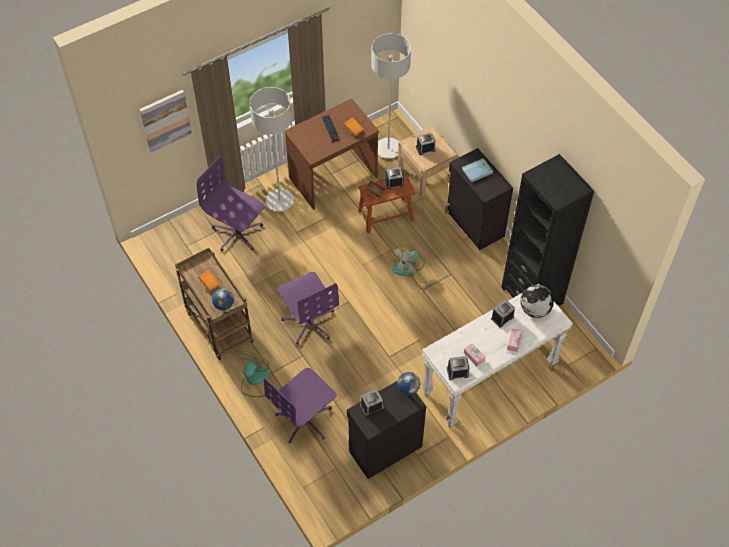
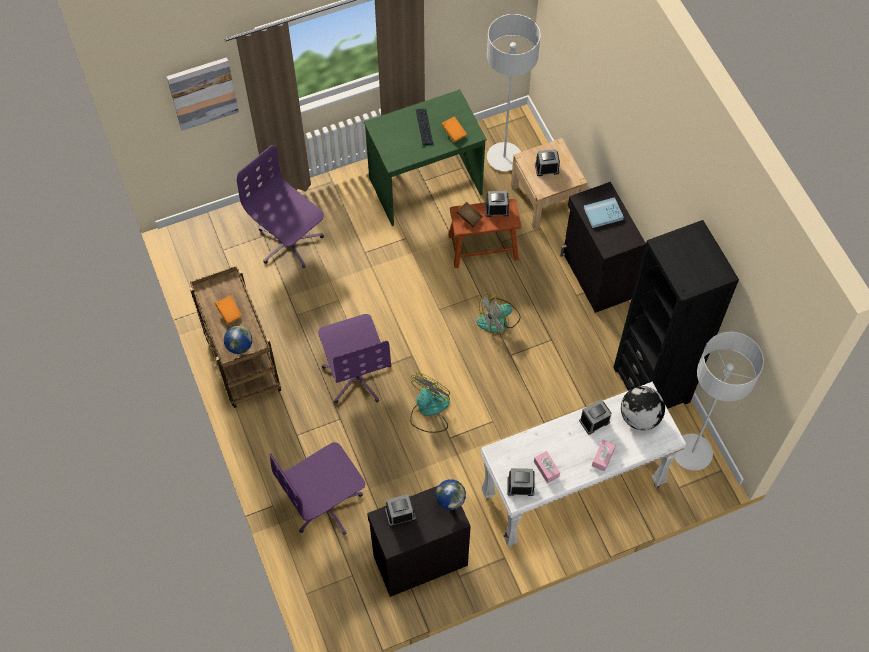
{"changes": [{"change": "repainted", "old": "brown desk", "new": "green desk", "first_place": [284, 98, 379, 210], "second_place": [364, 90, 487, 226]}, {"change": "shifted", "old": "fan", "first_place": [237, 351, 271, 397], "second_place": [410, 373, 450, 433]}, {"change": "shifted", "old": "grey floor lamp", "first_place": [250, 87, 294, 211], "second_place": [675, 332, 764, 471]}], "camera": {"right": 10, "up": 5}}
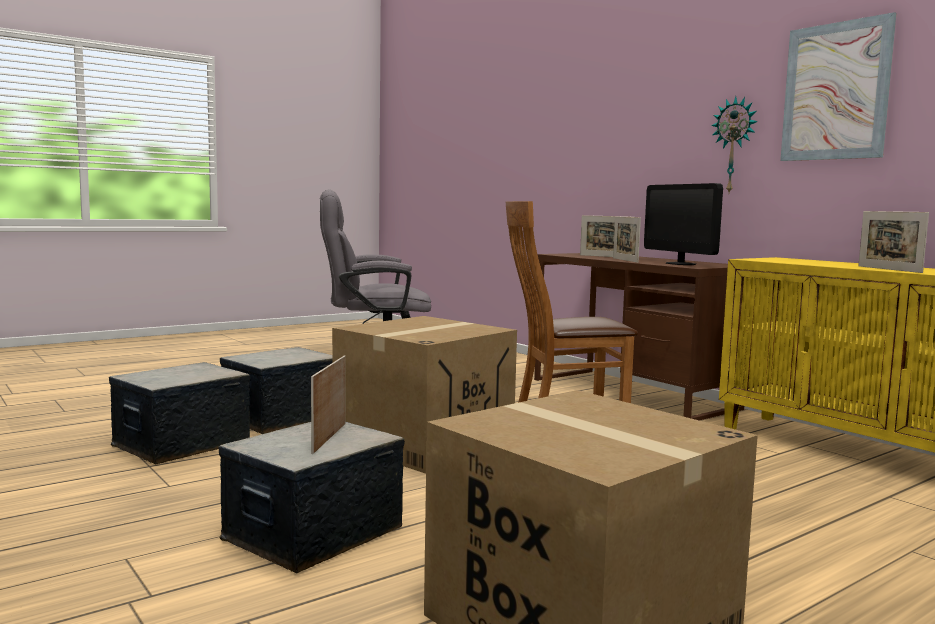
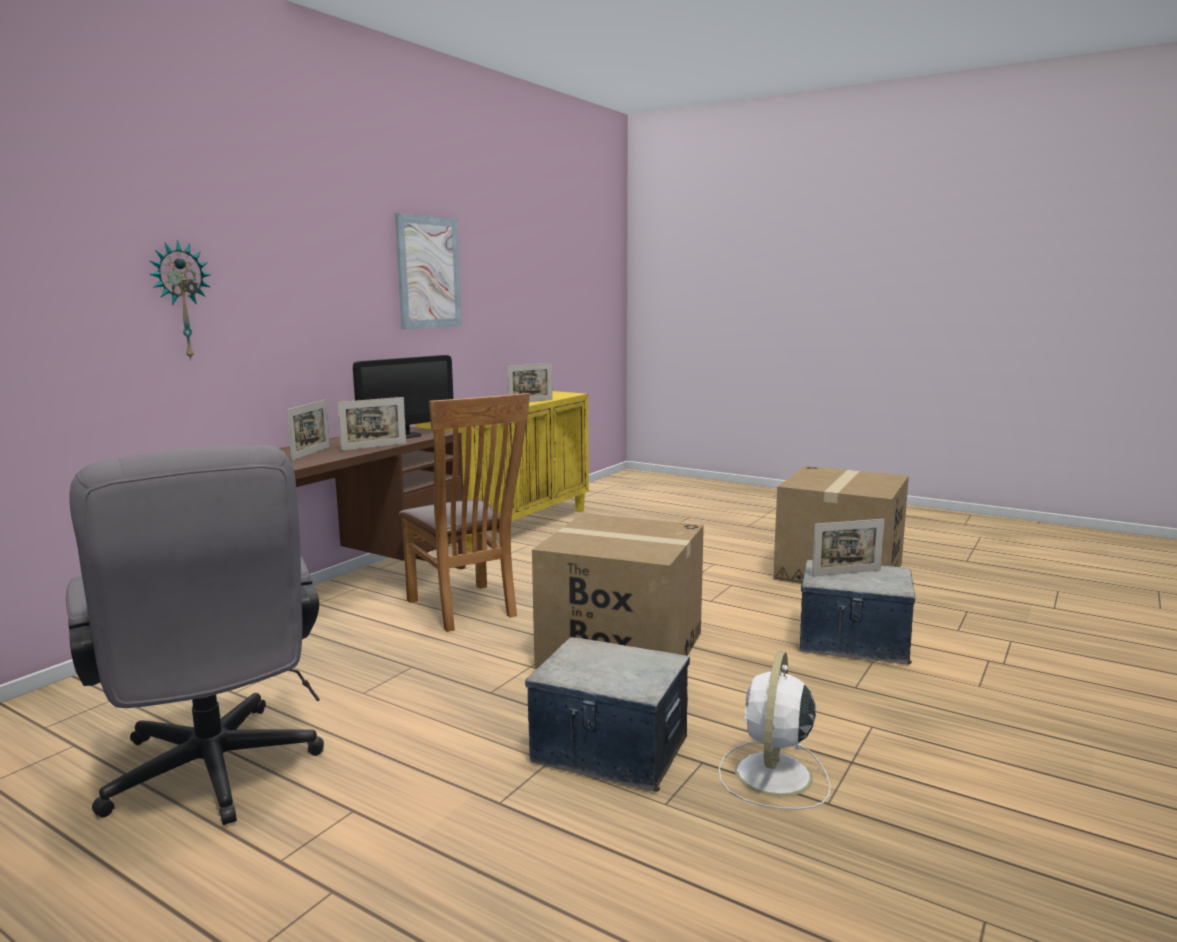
{"changes": [{"change": "shifted", "old": "wall clock", "first_place": [711, 96, 758, 193], "second_place": [149, 240, 211, 361]}, {"change": "swapped", "old": "storage box", "new": "white fan", "first_place": [109, 362, 250, 464], "second_place": [719, 651, 831, 810]}], "camera": {"right": -110, "up": 5}}
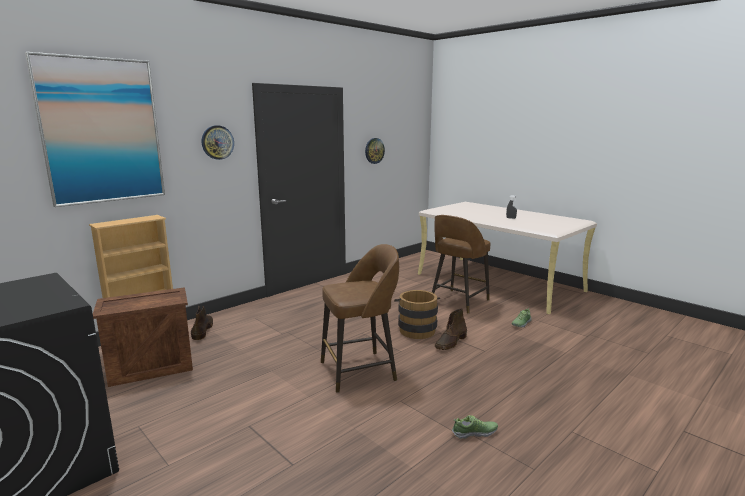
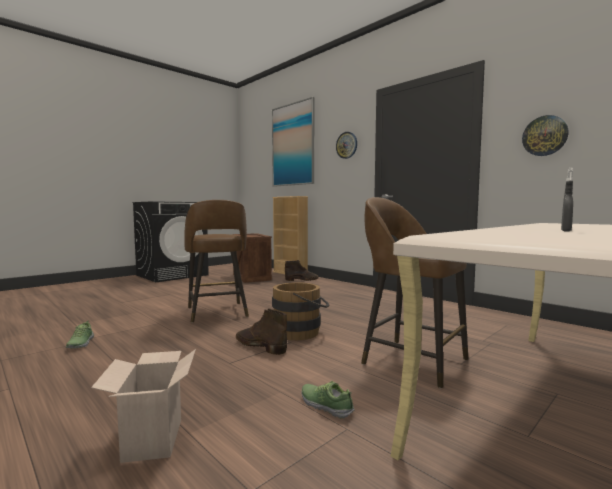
{"changes": [{"change": "new", "new": "cardboard box", "second_place": [91, 349, 196, 463]}], "camera": {"right": 90, "up": -10}}
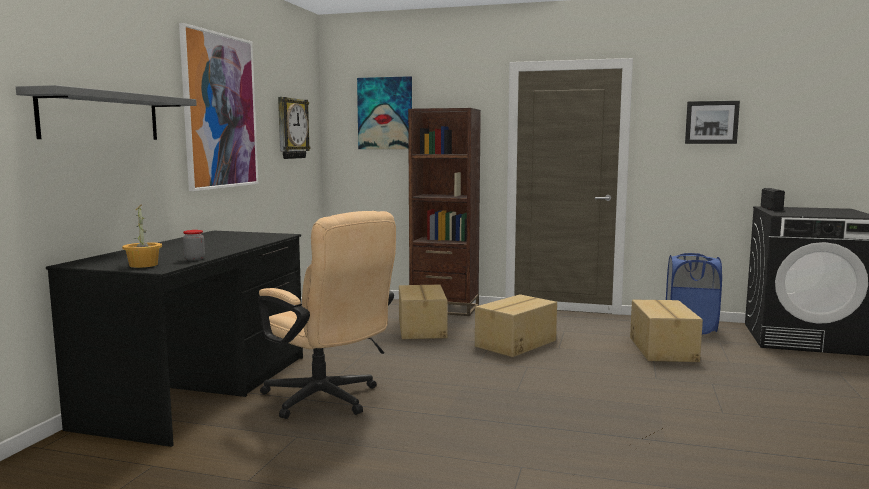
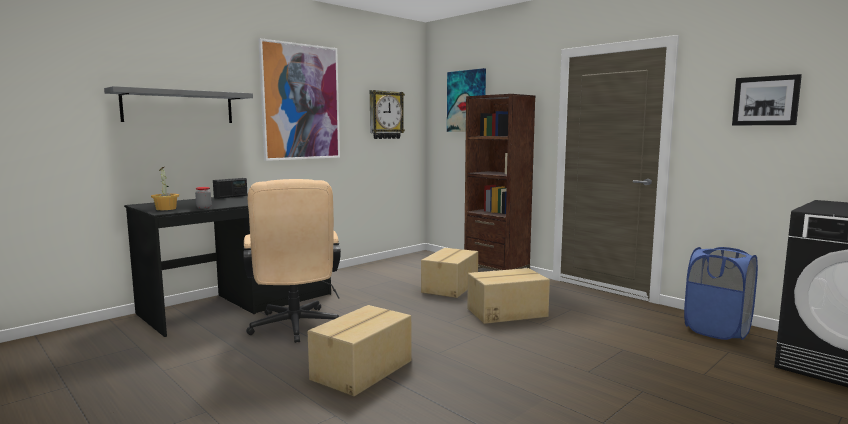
{"changes": [{"change": "shifted", "old": "radio", "first_place": [761, 188, 785, 211], "second_place": [213, 178, 247, 199]}, {"change": "shifted", "old": "cardboard box", "first_place": [630, 300, 703, 362], "second_place": [308, 305, 412, 396]}], "camera": {"right": 30, "up": 0}}
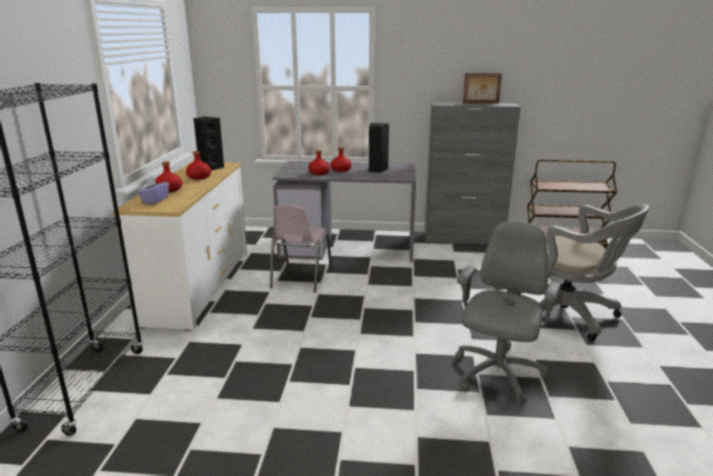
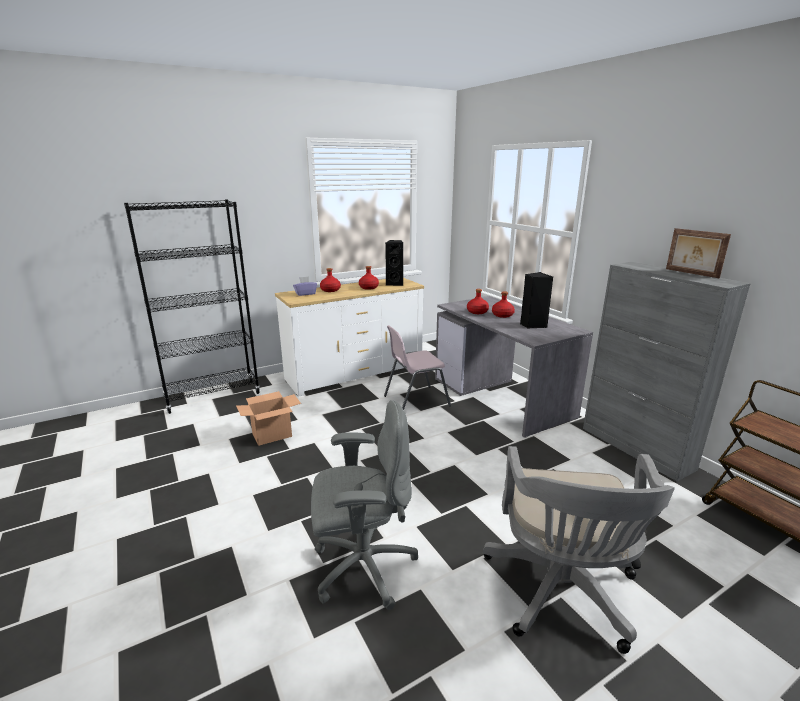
{"changes": [{"change": "new", "new": "cardboard box", "second_place": [236, 391, 301, 446]}], "camera": {"right": 55, "up": 0}}
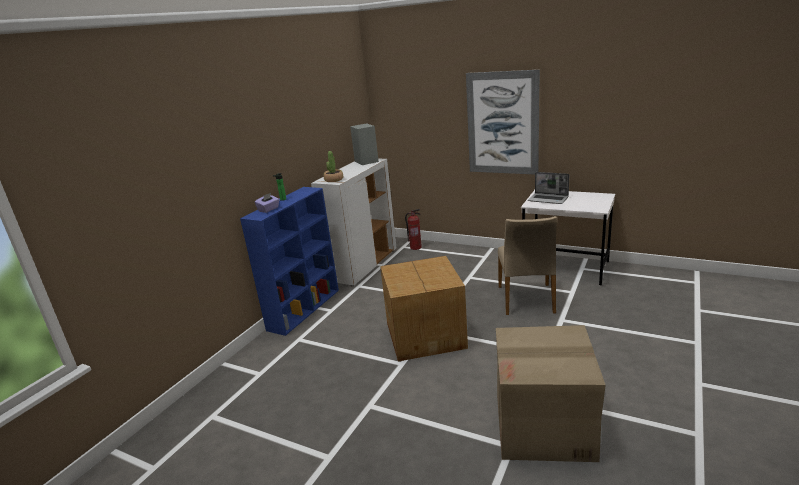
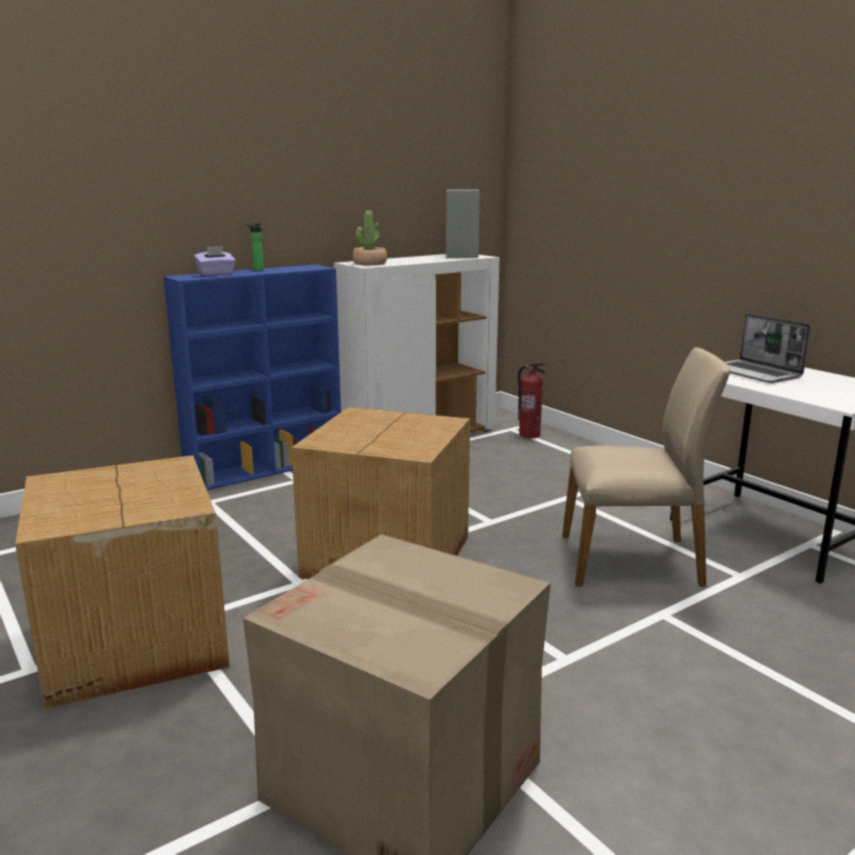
{"changes": [{"change": "new", "new": "cardboard box", "second_place": [15, 455, 230, 709]}, {"change": "rotated", "old": "beige chair", "first_place": [498, 216, 557, 315], "second_place": [562, 348, 731, 587], "degrees": -120}, {"change": "gone", "old": "picture", "first_place": [466, 70, 540, 175]}], "camera": {"right": 25, "up": -5}}
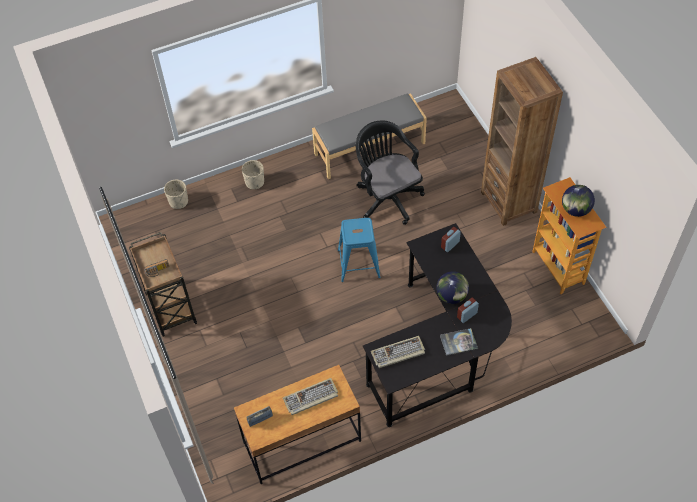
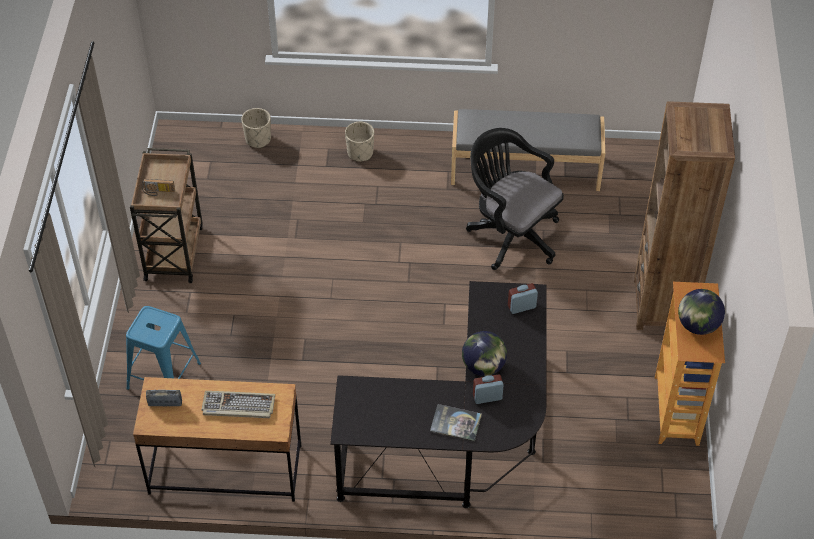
{"changes": [{"change": "shifted", "old": "blue stool", "first_place": [338, 218, 380, 282], "second_place": [126, 306, 201, 390]}, {"change": "rotated", "old": "black office chair", "first_place": [356, 120, 425, 225], "second_place": [466, 128, 564, 270], "degrees": -45}, {"change": "gone", "old": "keyboard", "first_place": [371, 336, 425, 368]}], "camera": {"right": 25, "up": -5}}
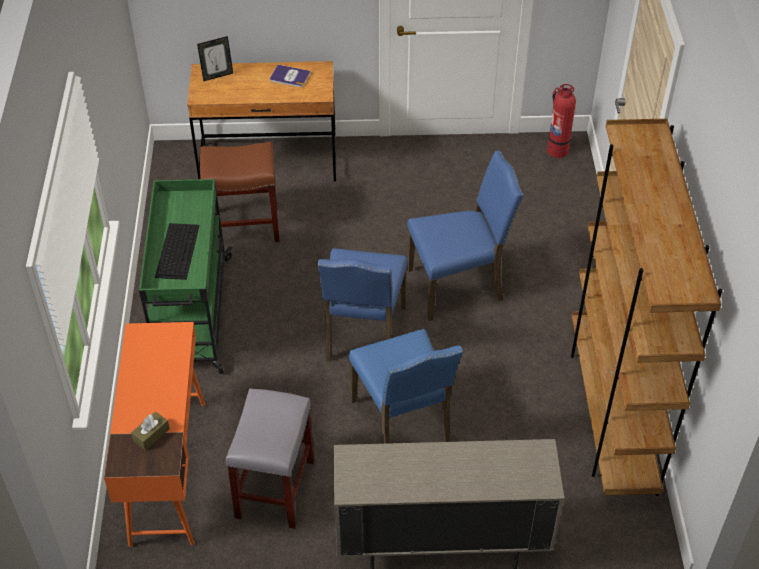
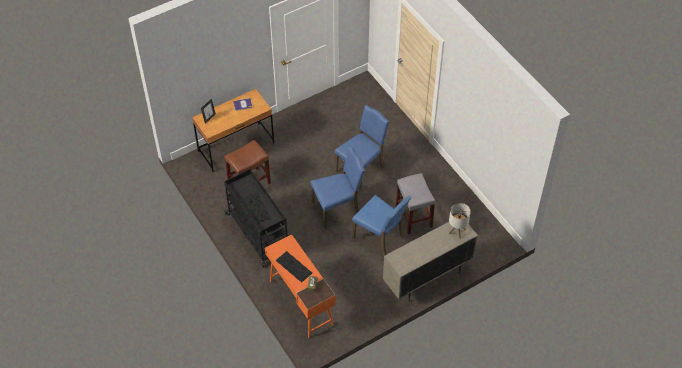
{"changes": [{"change": "repainted", "old": "green cart", "new": "black cart", "first_place": [139, 179, 232, 374], "second_place": [224, 169, 288, 268]}, {"change": "new", "new": "keyboard", "second_place": [275, 251, 312, 283]}, {"change": "rotated", "old": "blue chair", "first_place": [317, 248, 408, 362], "second_place": [311, 147, 365, 228], "degrees": -90}, {"change": "shifted", "old": "grey stool", "first_place": [226, 388, 315, 529], "second_place": [395, 173, 435, 234]}, {"change": "new", "new": "table lamp", "second_place": [449, 203, 471, 239]}, {"change": "gone", "old": "fire extinguisher", "first_place": [547, 84, 576, 158]}, {"change": "gone", "old": "brown bookcase", "first_place": [571, 119, 723, 496]}], "camera": {"right": -30, "up": 5}}
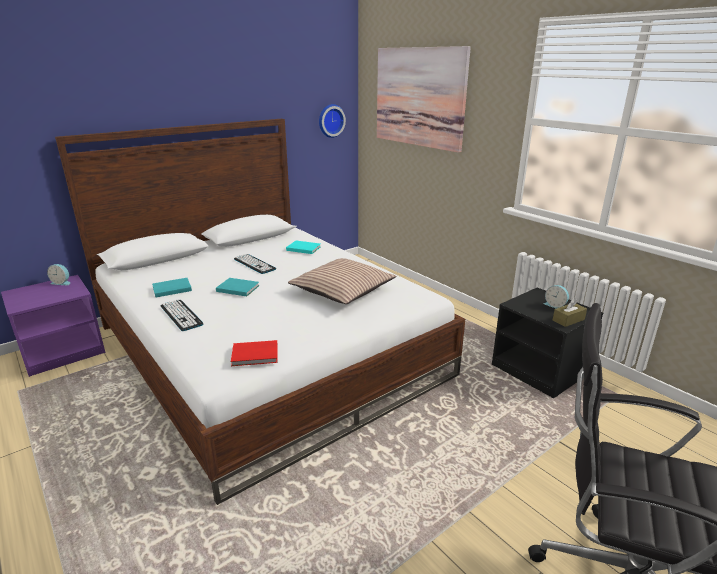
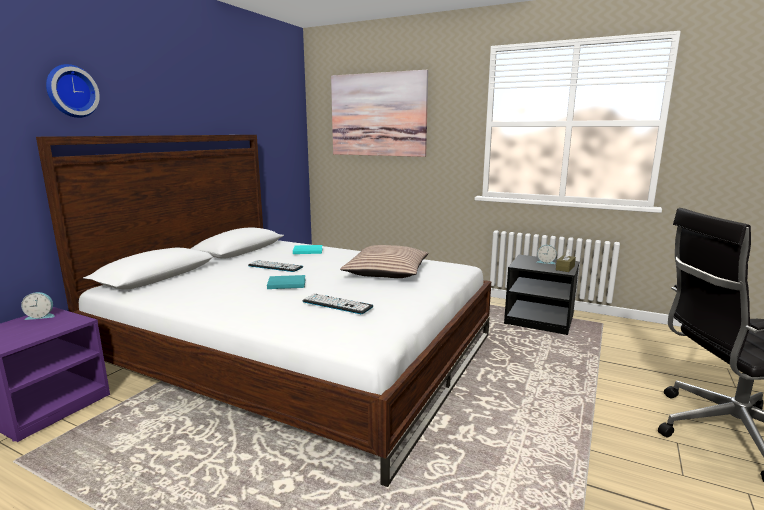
{"changes": [{"change": "shifted", "old": "wall clock", "first_place": [319, 104, 346, 138], "second_place": [46, 64, 100, 118]}, {"change": "shifted", "old": "keyboard", "first_place": [161, 300, 203, 331], "second_place": [302, 293, 373, 314]}, {"change": "gone", "old": "turquoise book", "first_place": [152, 278, 192, 297]}, {"change": "gone", "old": "red book", "first_place": [231, 340, 278, 366]}], "camera": {"right": -25, "up": -10}}
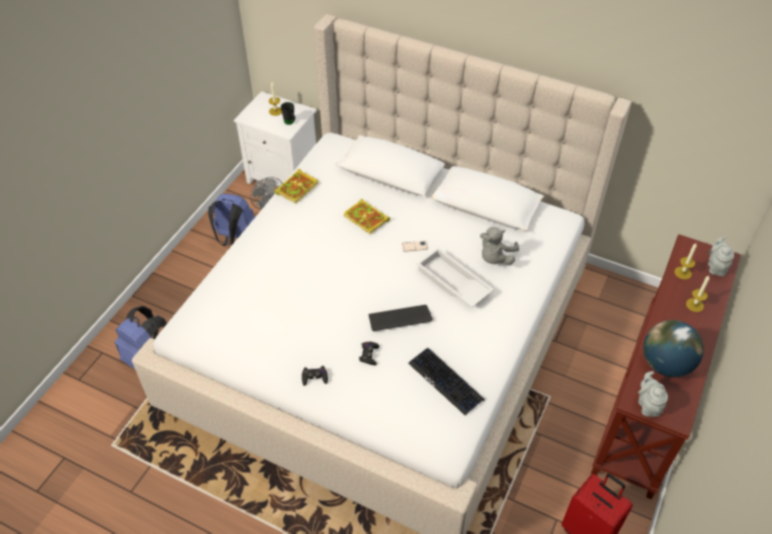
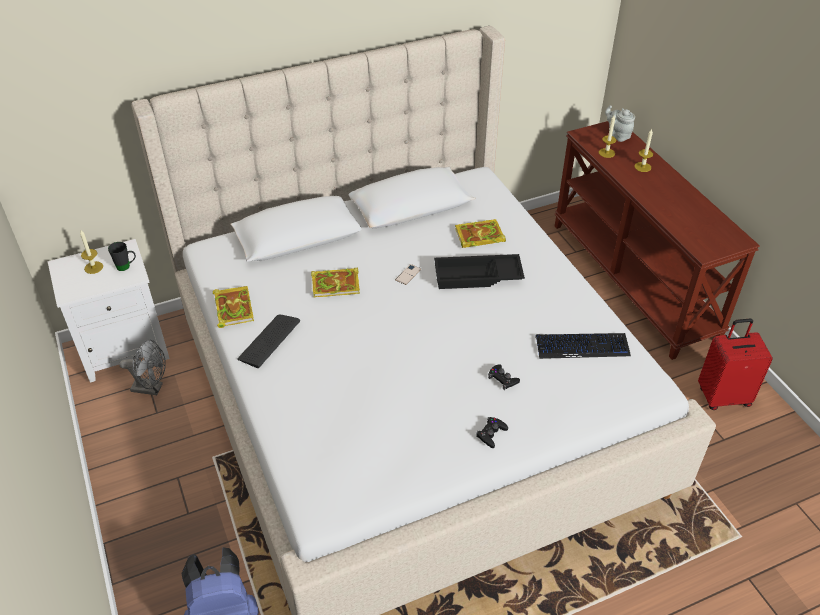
{"changes": [{"change": "shifted", "old": "keyboard", "first_place": [368, 305, 433, 331], "second_place": [237, 315, 300, 368]}, {"change": "repainted", "old": "white tray", "new": "black tray", "first_place": [416, 248, 494, 307], "second_place": [434, 254, 525, 289]}, {"change": "swapped", "old": "grey plush toy", "new": "book", "first_place": [480, 227, 519, 265], "second_place": [455, 219, 506, 248]}, {"change": "gone", "old": "blue backpack", "first_place": [208, 193, 255, 246]}, {"change": "gone", "old": "grey teapot", "first_place": [638, 371, 668, 417]}, {"change": "gone", "old": "globe", "first_place": [643, 320, 704, 377]}], "camera": {"right": -50, "up": -5}}
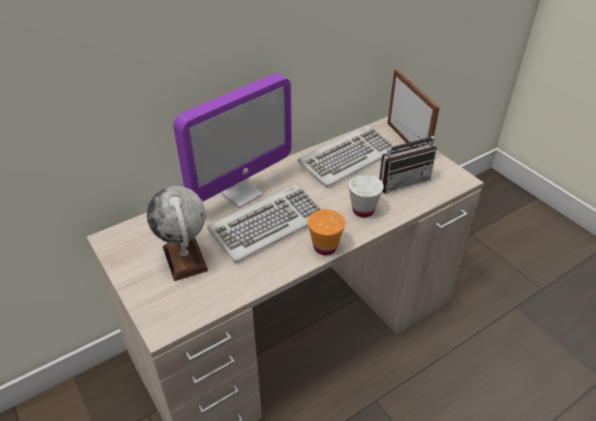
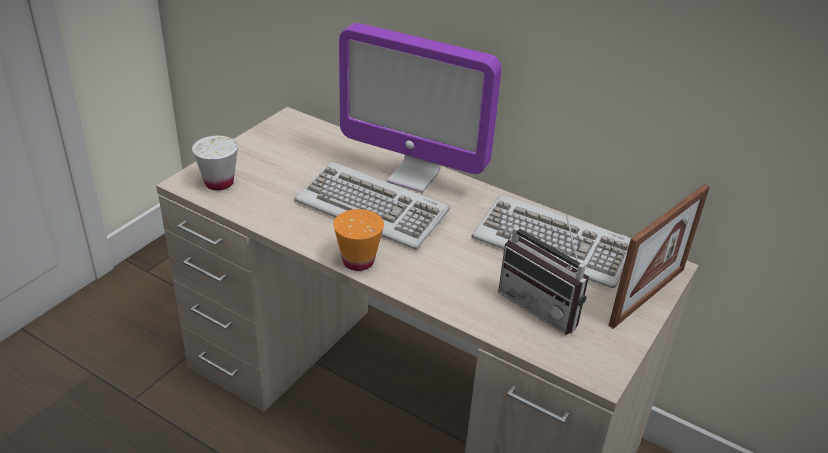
{"changes": [{"change": "shifted", "old": "white cup", "first_place": [348, 175, 384, 217], "second_place": [192, 136, 238, 191]}, {"change": "gone", "old": "globe", "first_place": [147, 186, 208, 281]}], "camera": {"right": 65, "up": -5}}
